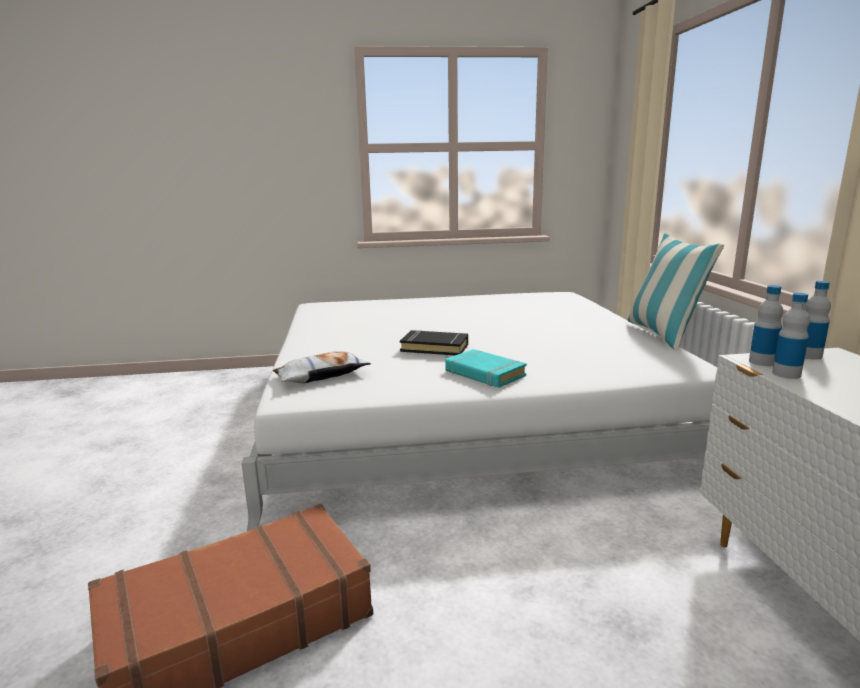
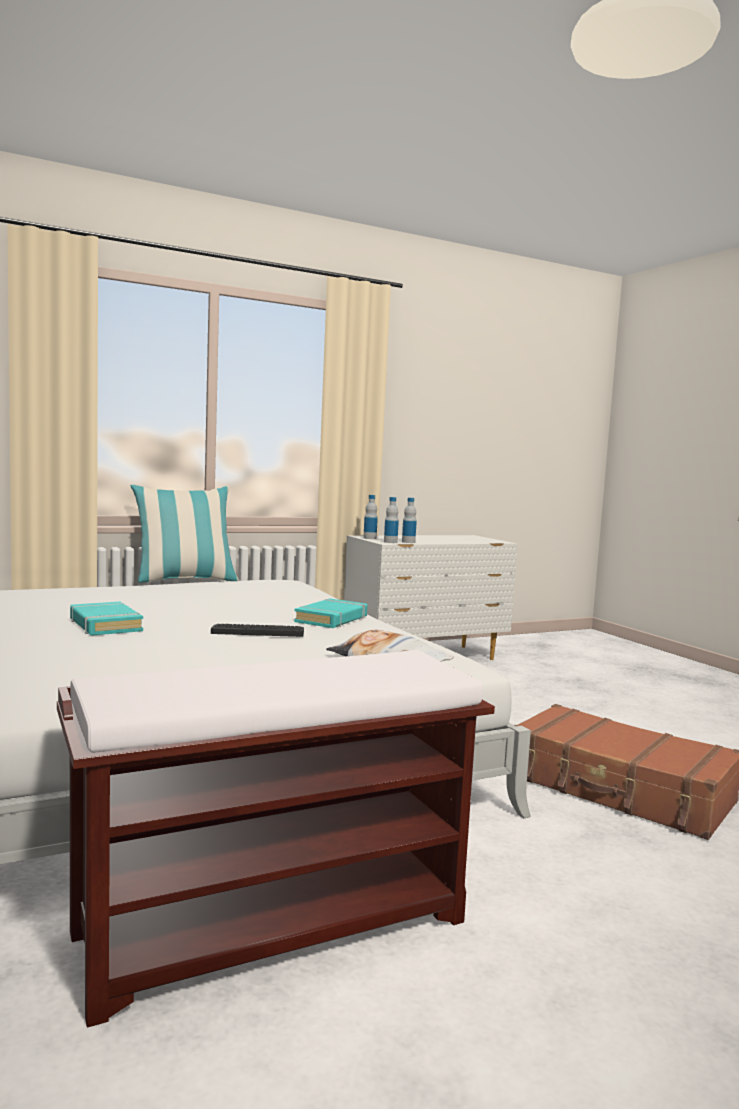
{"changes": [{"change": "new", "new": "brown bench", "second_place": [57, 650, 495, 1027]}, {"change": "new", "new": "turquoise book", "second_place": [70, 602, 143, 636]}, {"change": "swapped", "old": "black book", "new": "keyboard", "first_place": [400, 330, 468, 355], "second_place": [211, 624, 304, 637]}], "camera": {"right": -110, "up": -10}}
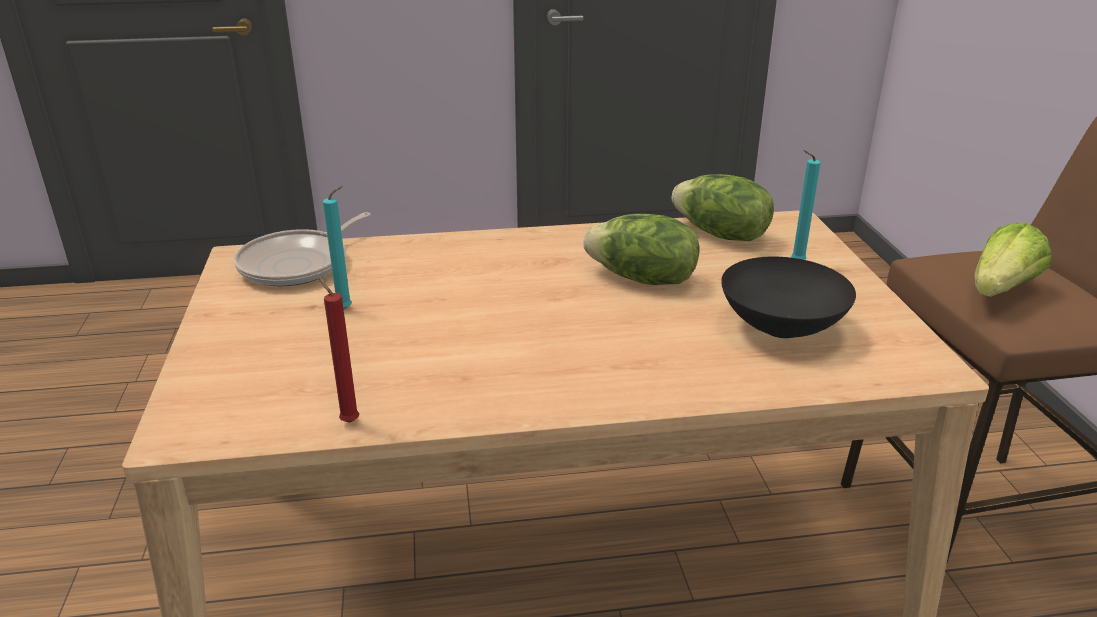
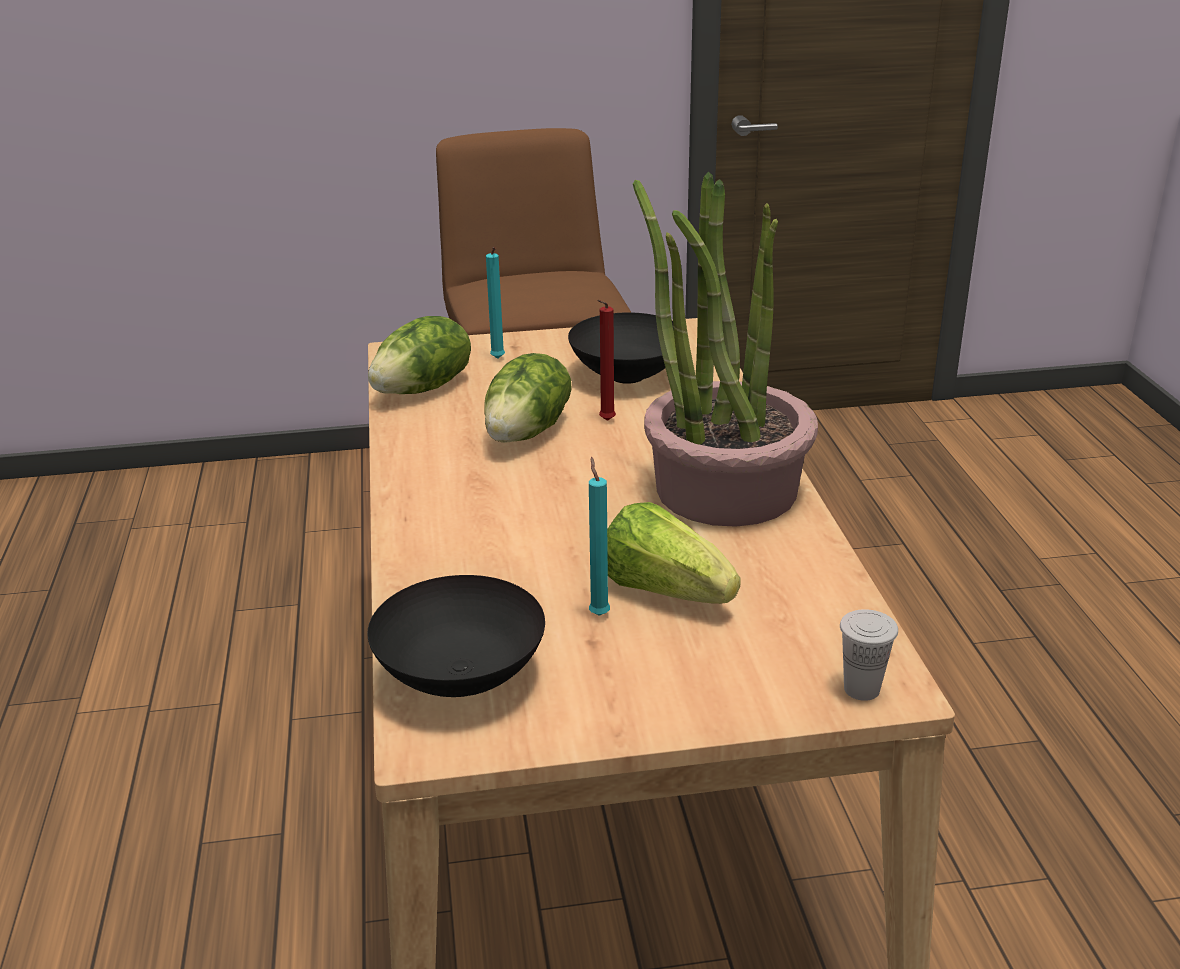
{"changes": [{"change": "swapped", "old": "frying pan", "new": "black bowl", "first_place": [234, 212, 371, 286], "second_place": [367, 575, 545, 697]}, {"change": "shifted", "old": "red candle", "first_place": [318, 276, 359, 423], "second_place": [597, 300, 616, 421]}, {"change": "shifted", "old": "lettuce", "first_place": [975, 222, 1051, 297], "second_place": [607, 502, 741, 604]}, {"change": "new", "new": "potted plant", "second_place": [633, 172, 818, 527]}, {"change": "new", "new": "white cup", "second_place": [840, 609, 898, 701]}], "camera": {"right": -90, "up": 0}}
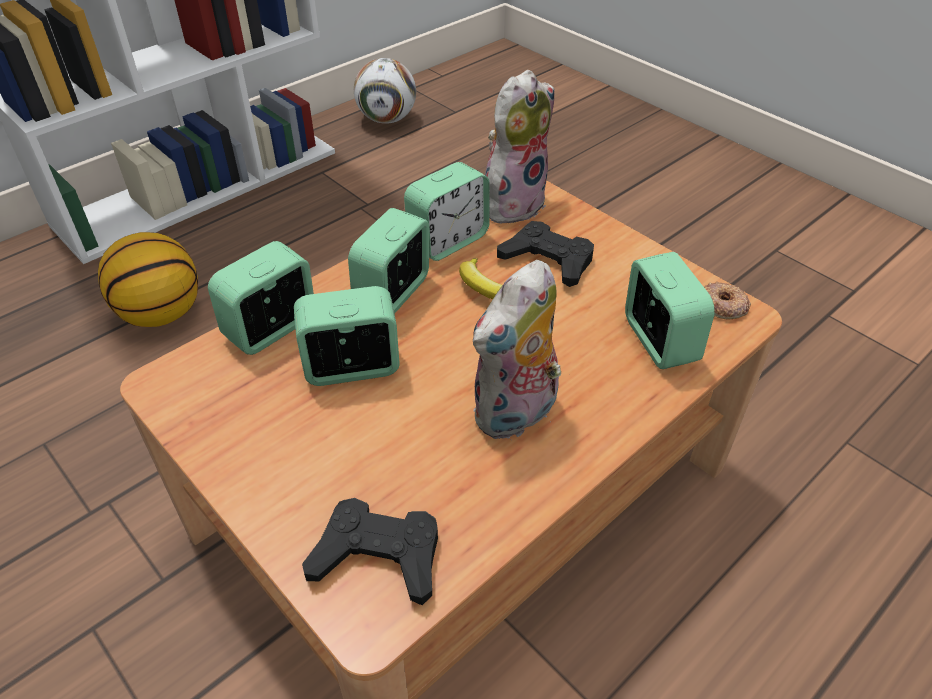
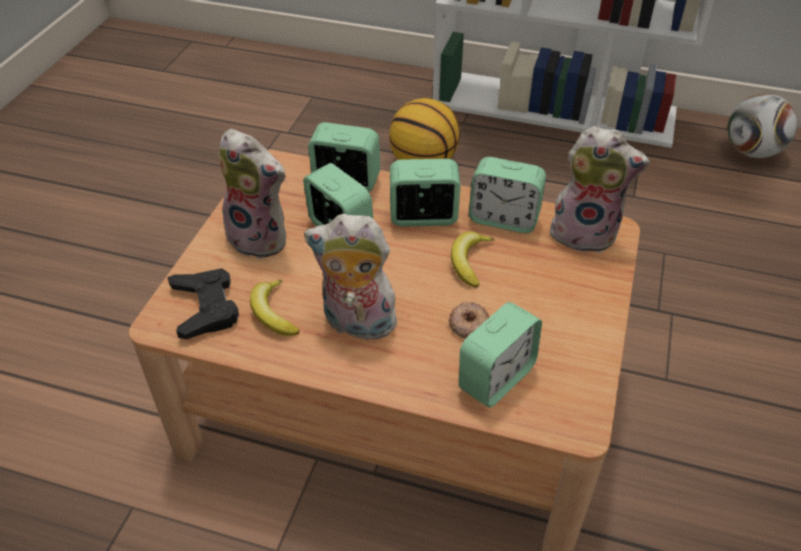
{"changes": [{"change": "new", "new": "plush toy", "second_place": [219, 129, 286, 259]}, {"change": "new", "new": "banana", "second_place": [250, 280, 300, 336]}, {"change": "shifted", "old": "donut", "first_place": [704, 281, 751, 319], "second_place": [449, 301, 489, 339]}, {"change": "gone", "old": "black game controller", "first_place": [497, 221, 594, 287]}], "camera": {"right": 60, "up": 0}}
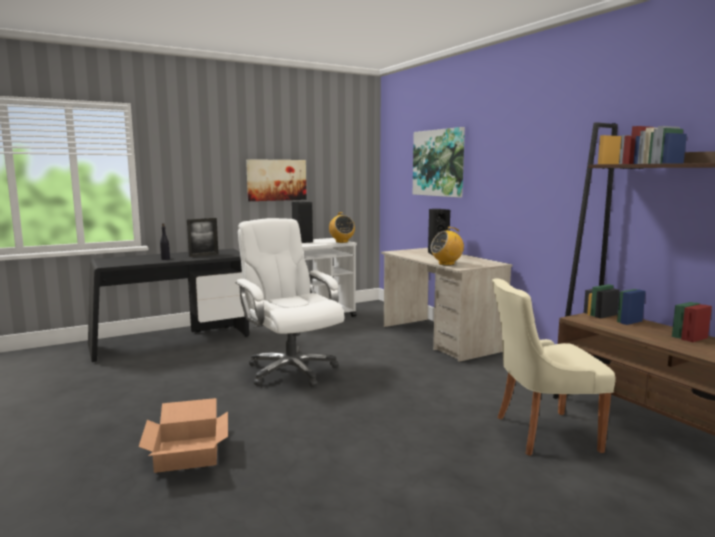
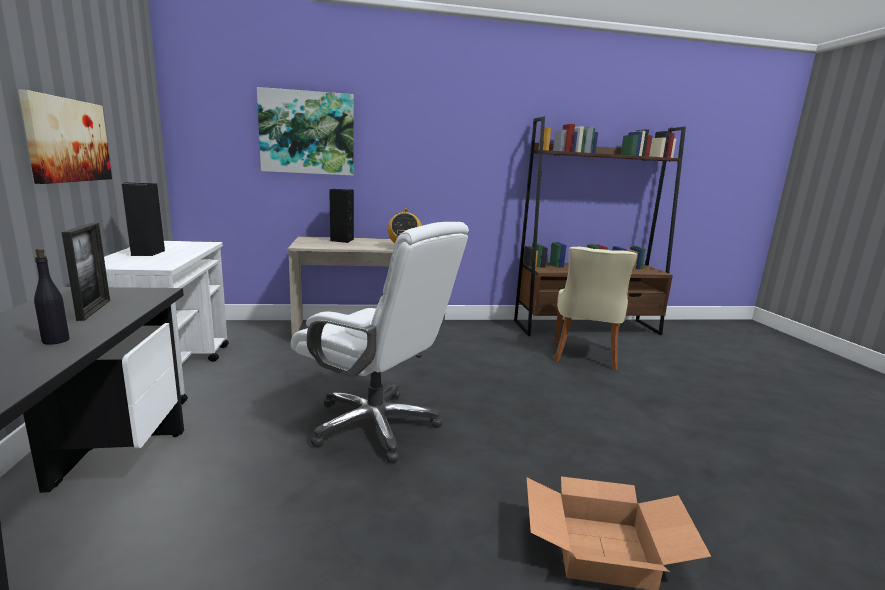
{"changes": [{"change": "rotated", "old": "white office chair", "first_place": [235, 218, 344, 387], "second_place": [291, 222, 469, 463], "degrees": -135}, {"change": "gone", "old": "radio", "first_place": [329, 212, 355, 243]}], "camera": {"right": -70, "up": 5}}
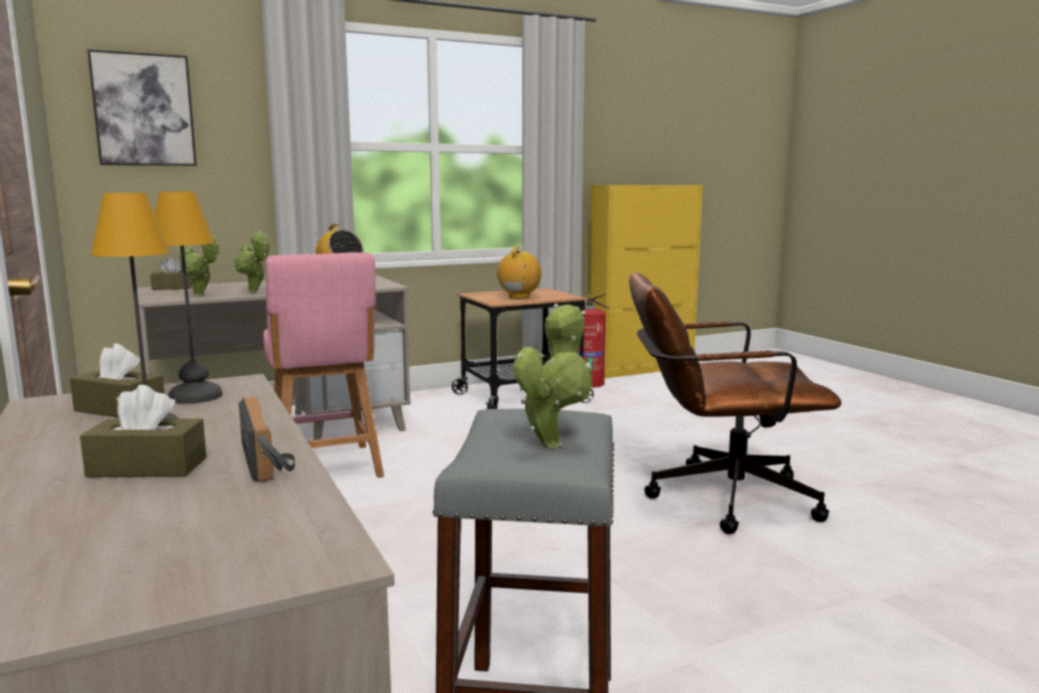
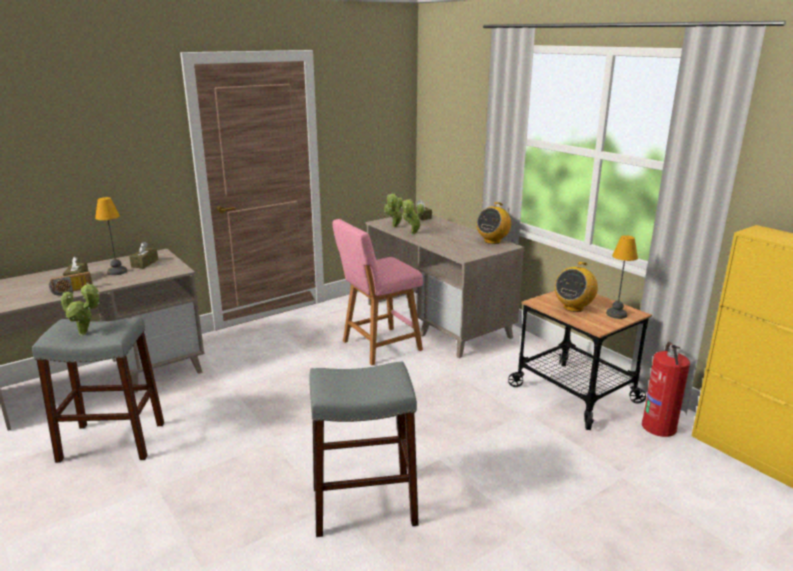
{"changes": [{"change": "swapped", "old": "brown office chair", "new": "grey stool", "first_place": [629, 273, 841, 534], "second_place": [309, 361, 419, 537]}, {"change": "rotated", "old": "radio", "first_place": [497, 246, 542, 299], "second_place": [555, 262, 598, 312], "degrees": 120}, {"change": "shifted", "old": "table lamp", "first_place": [155, 191, 222, 404], "second_place": [606, 235, 638, 319]}, {"change": "gone", "old": "picture", "first_place": [87, 49, 197, 166]}], "camera": {"right": 80, "up": 10}}
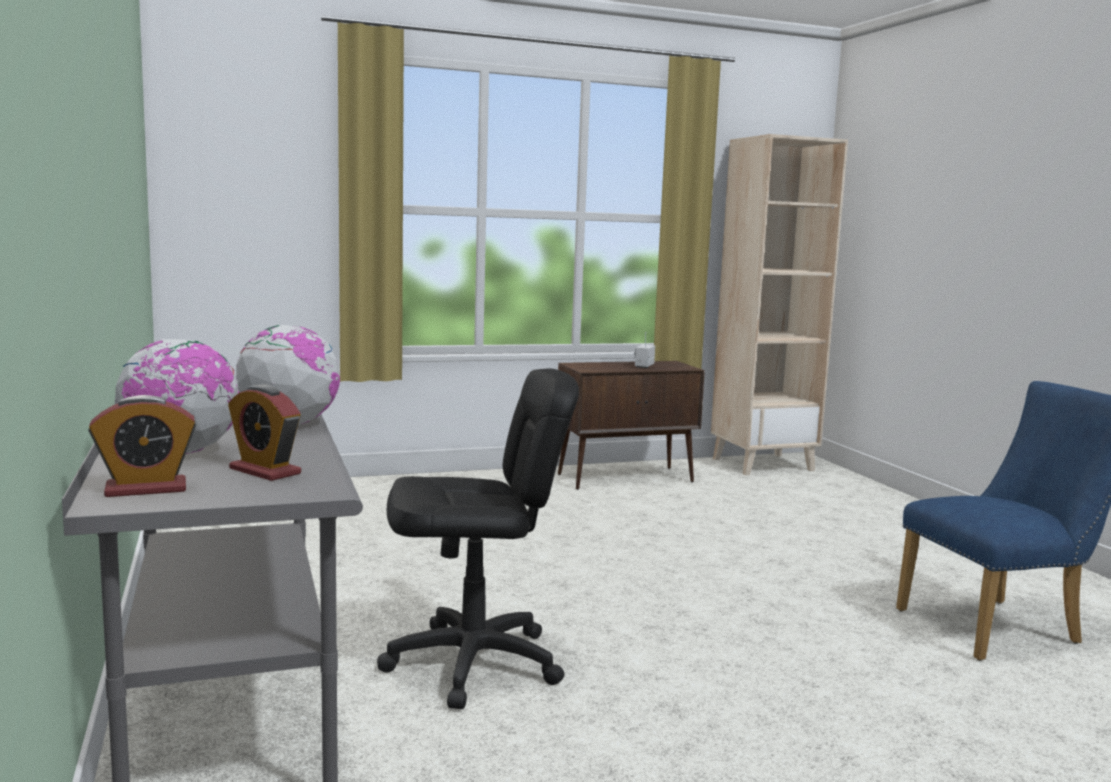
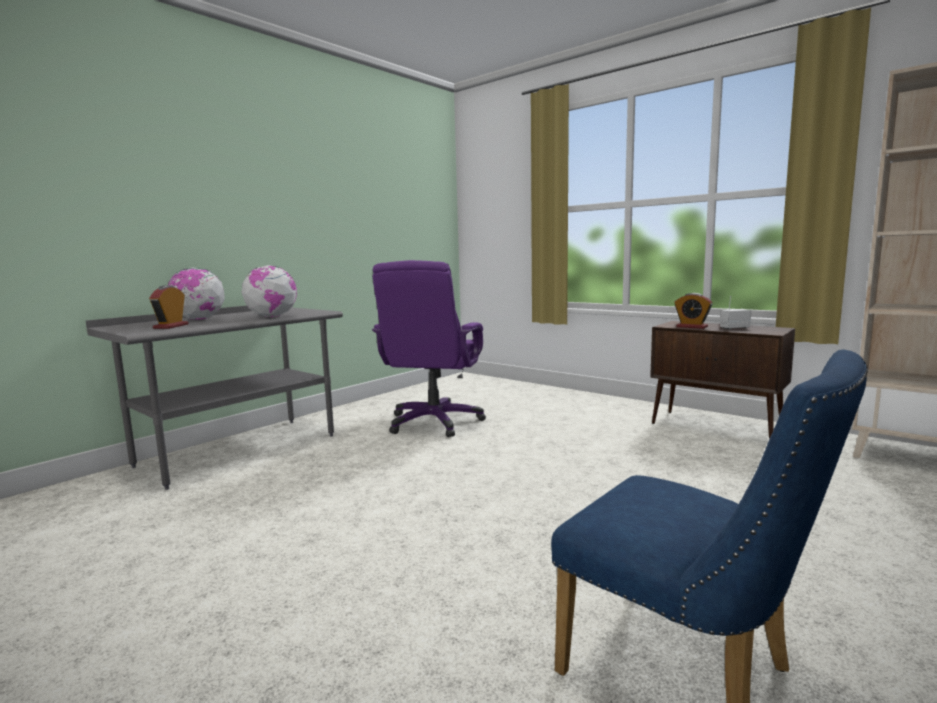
{"changes": [{"change": "new", "new": "purple office chair", "second_place": [372, 260, 486, 437]}, {"change": "shifted", "old": "alarm clock", "first_place": [88, 395, 196, 497], "second_place": [674, 293, 713, 329]}, {"change": "gone", "old": "black office chair", "first_place": [377, 368, 579, 709]}], "camera": {"right": 60, "up": 0}}
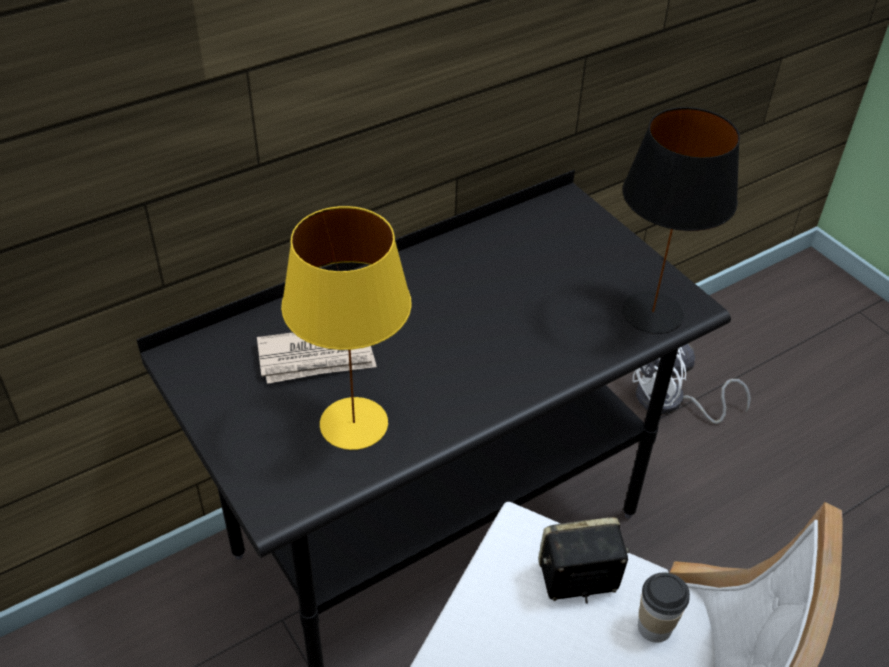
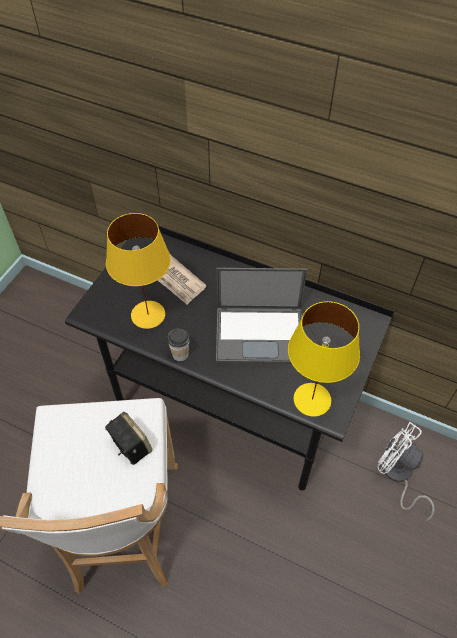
{"changes": [{"change": "shifted", "old": "cup", "first_place": [638, 573, 690, 643], "second_place": [167, 329, 190, 361]}, {"change": "new", "new": "laptop", "second_place": [216, 268, 307, 364]}, {"change": "repainted", "old": "black table lamp", "new": "yellow table lamp", "first_place": [622, 107, 740, 334], "second_place": [288, 301, 360, 417]}], "camera": {"right": 60, "up": 10}}
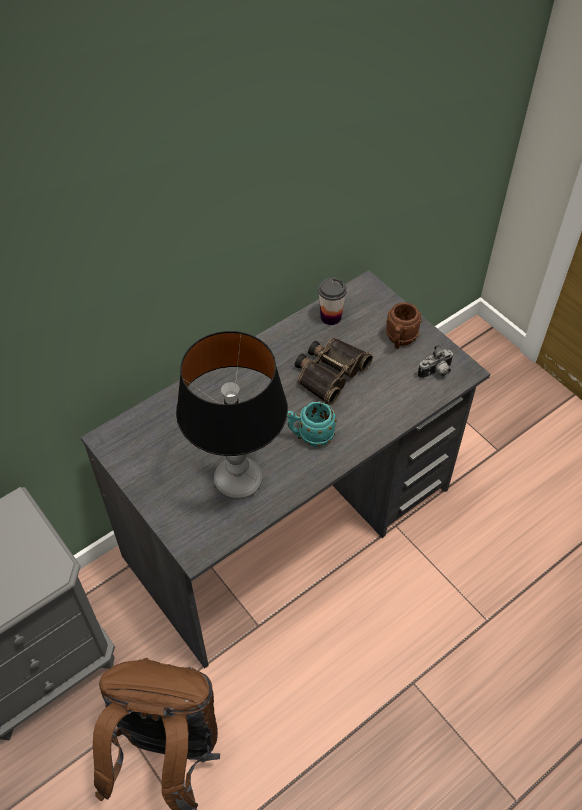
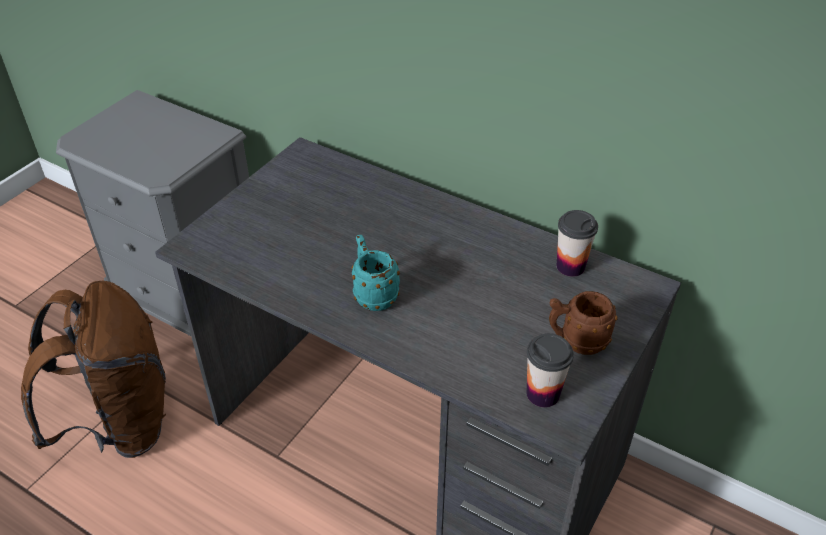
{"changes": [{"change": "swapped", "old": "photo camera", "new": "cup", "first_place": [417, 344, 454, 379], "second_place": [527, 333, 574, 408]}, {"change": "gone", "old": "table lamp", "first_place": [176, 331, 288, 499]}, {"change": "gone", "old": "binoculars", "first_place": [295, 338, 373, 406]}], "camera": {"right": 70, "up": -10}}
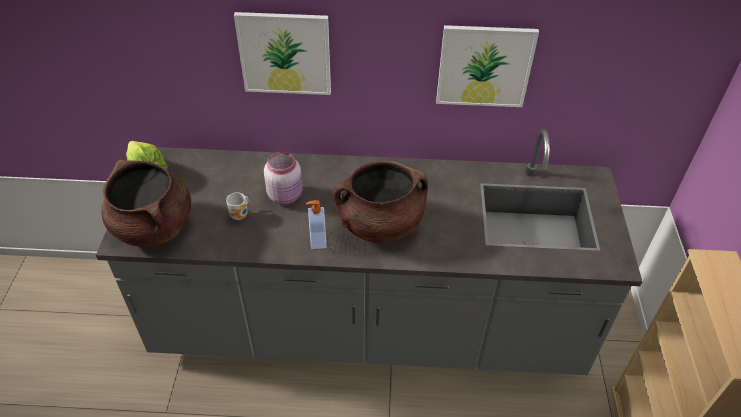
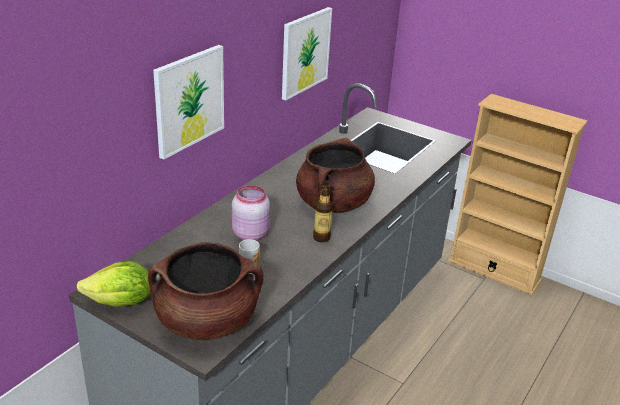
{"changes": [{"change": "swapped", "old": "soap dispenser", "new": "bottle", "first_place": [306, 200, 326, 249], "second_place": [313, 182, 333, 242]}], "camera": {"right": -60, "up": -15}}
